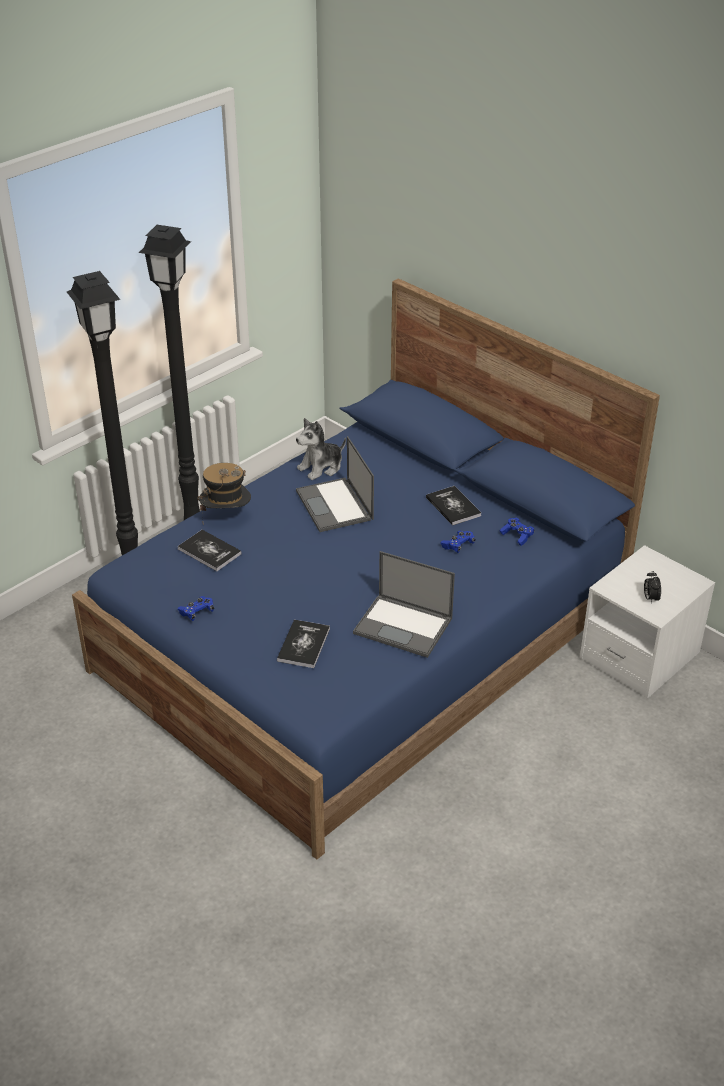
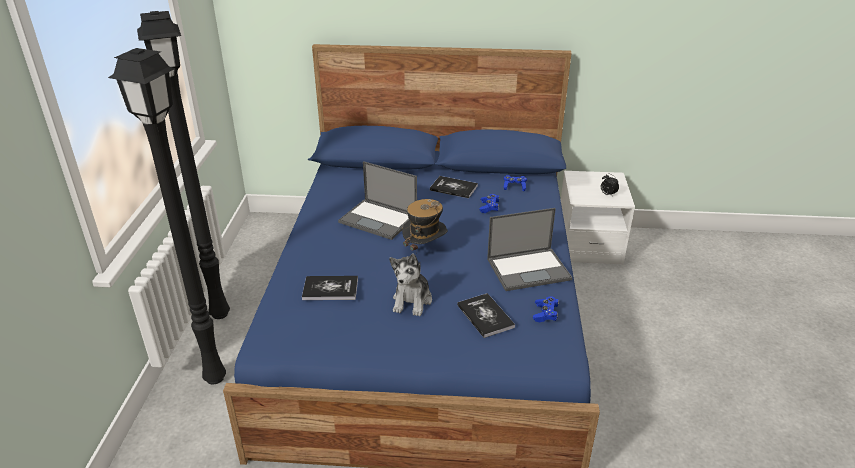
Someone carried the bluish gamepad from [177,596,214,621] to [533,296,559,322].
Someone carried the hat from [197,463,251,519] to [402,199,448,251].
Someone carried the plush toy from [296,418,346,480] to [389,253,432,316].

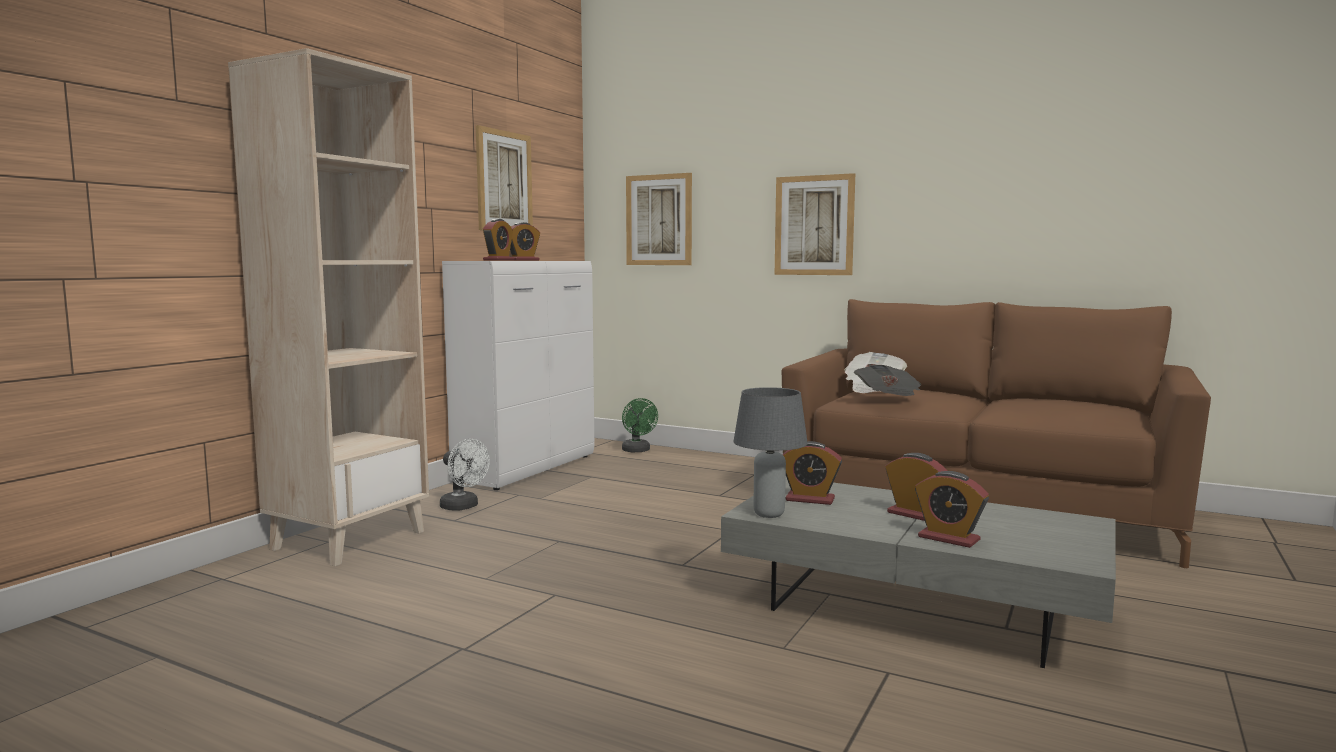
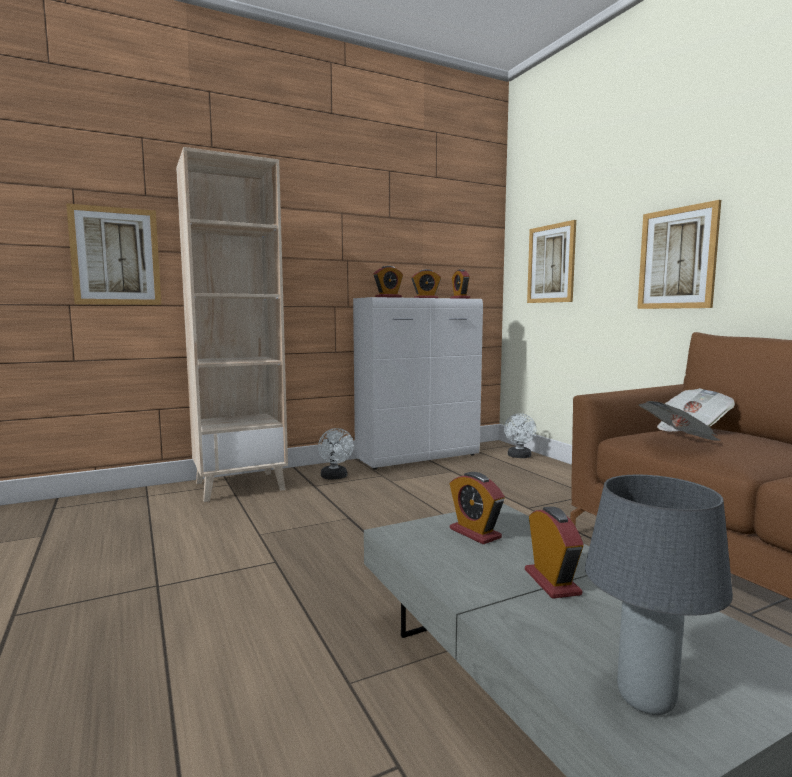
Someone carried the wall picture from [476,125,533,230] to [66,203,161,305].
Someone carried the gray tabletop lamp from [733,387,808,518] to [585,475,733,715].
Someone carried the table clock from [915,471,989,548] to [450,269,470,299].
Someone repainted the greenish fan at [622,398,658,452], which became the white-coloured fan at [504,413,536,458].

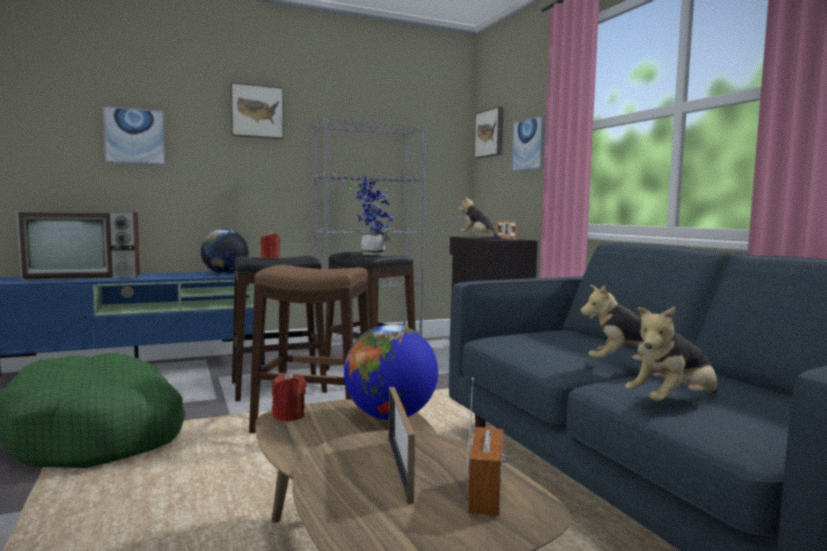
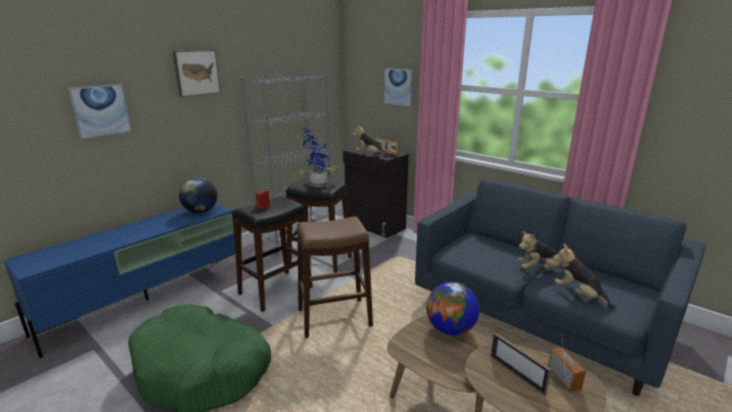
Someone took away the TV at [16,211,140,281].
Someone took away the red wax light at [272,371,306,421].
Someone took away the wall picture at [474,106,504,158].
Someone rotated the plush toy at [625,306,718,402] by 105 degrees clockwise.

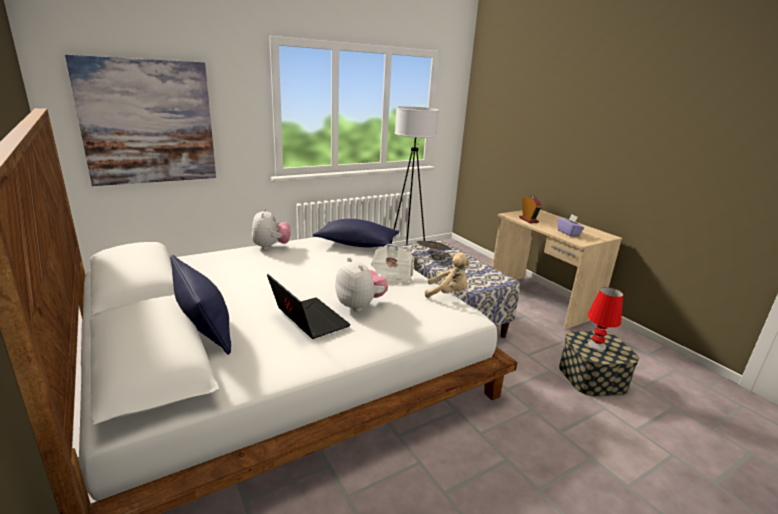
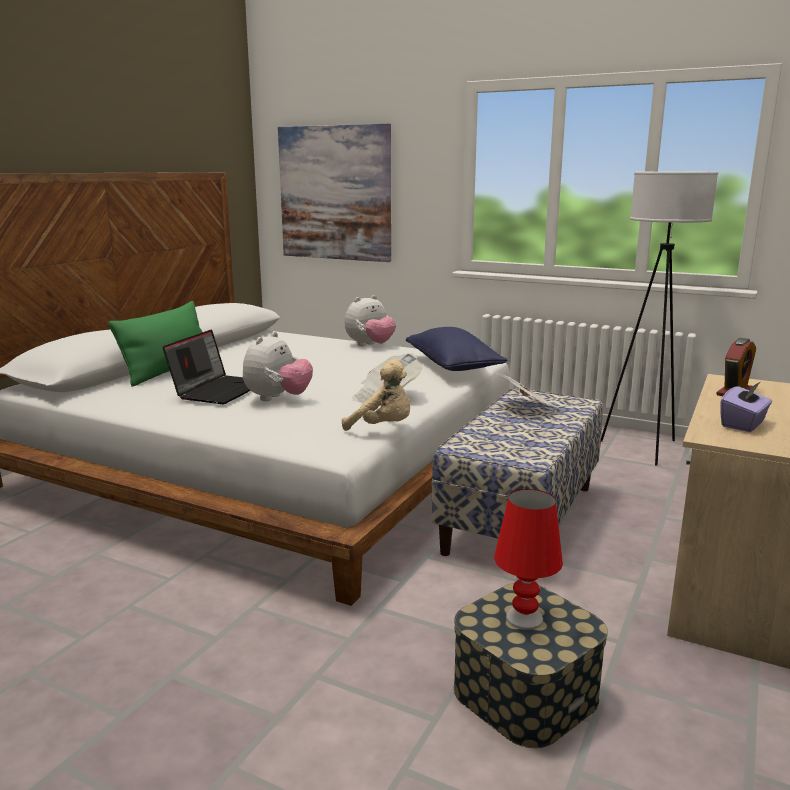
Someone repainted the bluish pillow at [170,255,231,354], which became the greenish pillow at [108,301,202,387].
Someone rotated the beige plush toy at [425,253,470,298] by 45 degrees counterclockwise.

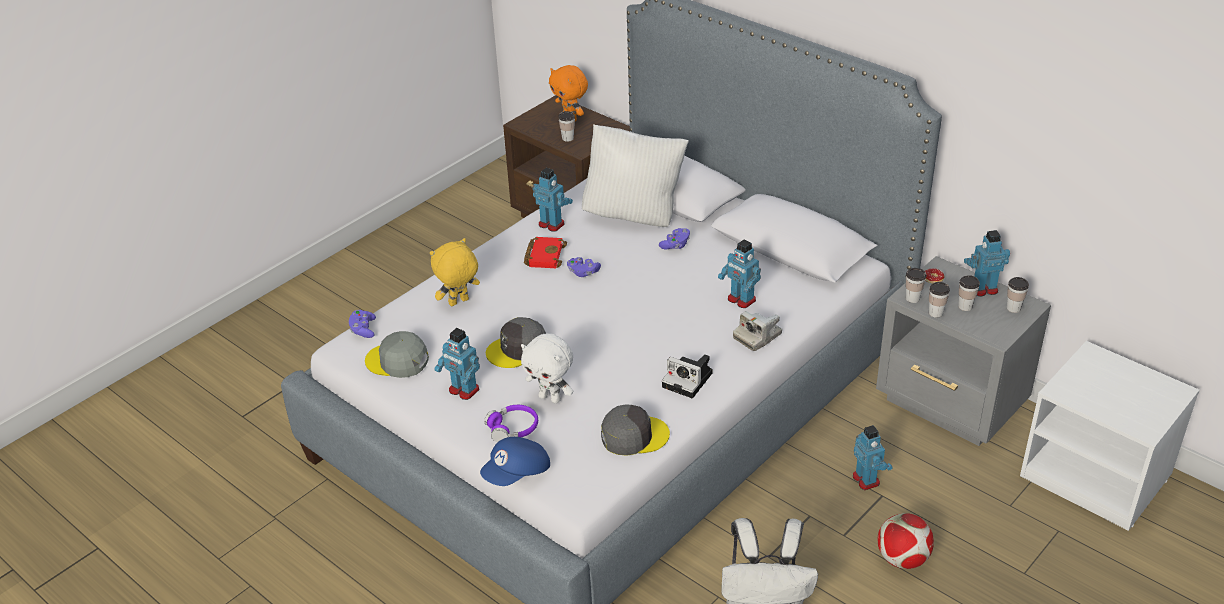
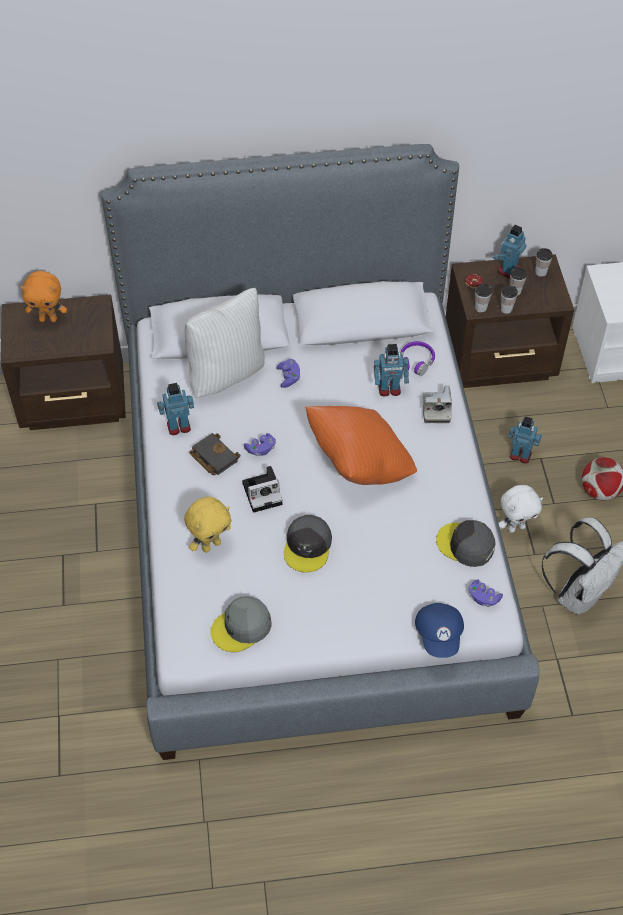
Someone took away the robot figure at [434,328,480,400].
Someone took away the drinking cup at [558,111,575,142].
Someone put down the orange pillow at [305,406,417,485].
Someone carried the purple gamepad from [349,310,376,338] to [468,579,503,607].
Someone carried the purple pair of headphones from [484,405,538,442] to [401,341,435,376].
Someone carried the white-coloured plush toy from [521,333,573,404] to [499,485,543,533].
Someone carried the still camera from [662,355,713,398] to [242,466,282,513].
Someone repainted the red volume at [524,237,567,268], which became the black-coloured volume at [189,433,241,475].
Someone repainted the gray nightstand at [876,256,1051,446], which became the brownish nightstand at [446,254,574,388].
Someone rotated the yellowish plush toy at [430,238,480,306] by 135 degrees counterclockwise.
Someone rotated the gray peaked cap at [601,405,670,456] by 90 degrees counterclockwise.

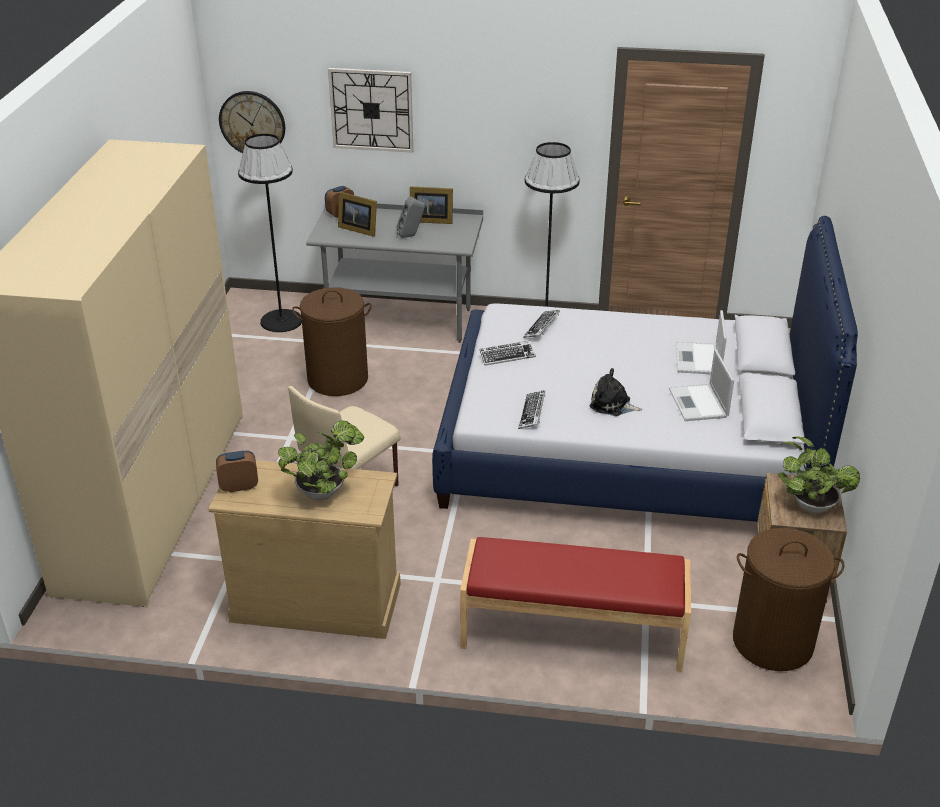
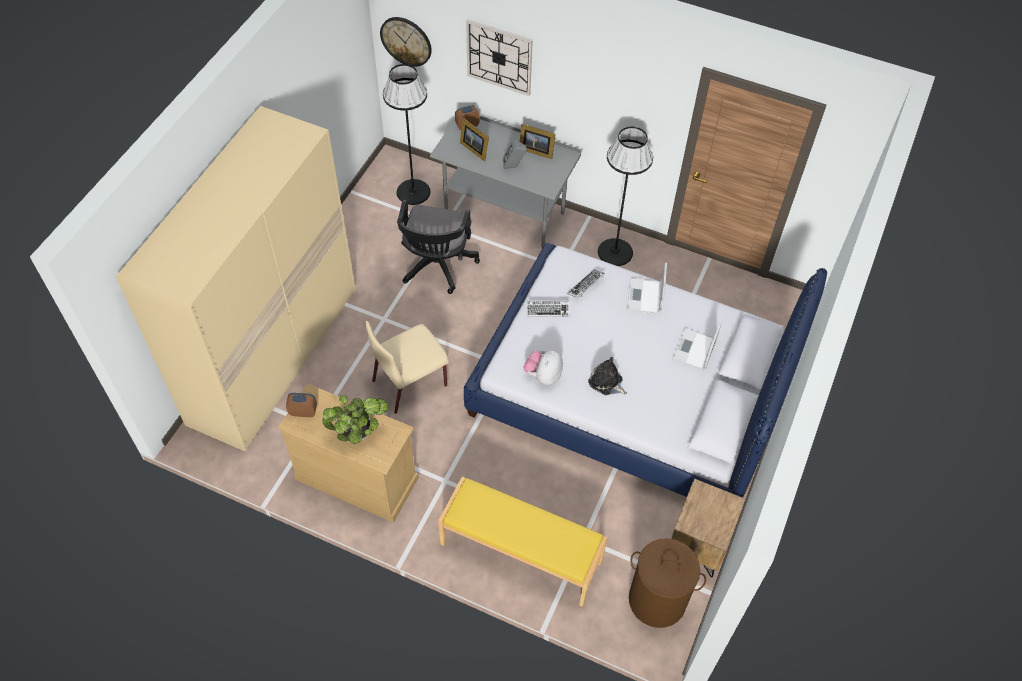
Someone took away the plant in a pot at [778,437,860,514].
Someone carried the notebook computer from [669,349,734,421] to [627,262,667,315].
Someone swapped the brownish laundry basket at [292,287,372,396] for the black-coloured desk chair at [397,199,480,294].
Someone swapped the keyboard at [518,390,545,429] for the plush toy at [523,350,563,385].
Someone repainted the red long seat at [460,537,691,672], which became the yellowish long seat at [438,477,607,607].

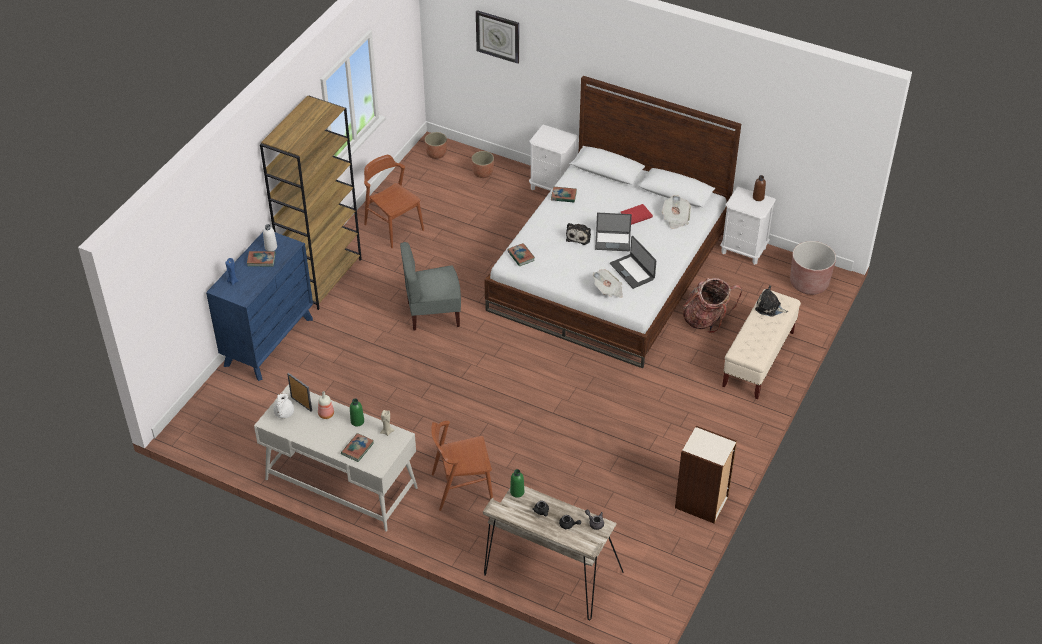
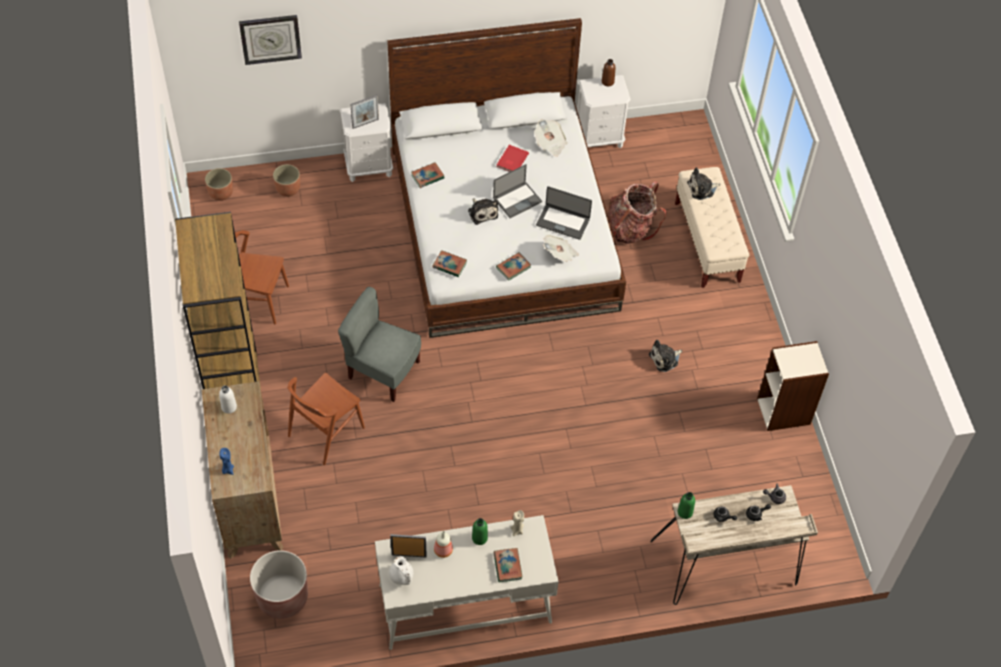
Someone put down the photo frame at [350,95,379,129].
Someone put down the plush toy at [649,340,682,372].
Someone carried the volume from [247,251,275,267] to [496,252,531,281].
Someone carried the brownish plain chair from [431,421,493,511] to [287,373,365,465].
Someone carried the brownish plant pot from [790,241,836,295] to [250,550,308,619].
Someone repainted the bluish drawer chest at [206,232,313,381], which became the brownish drawer chest at [202,381,283,559].
Someone rotated the gray plain chair at [400,242,461,331] by 75 degrees clockwise.

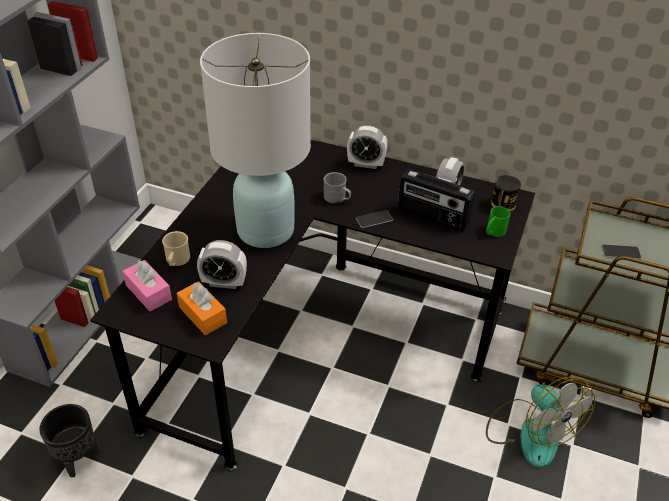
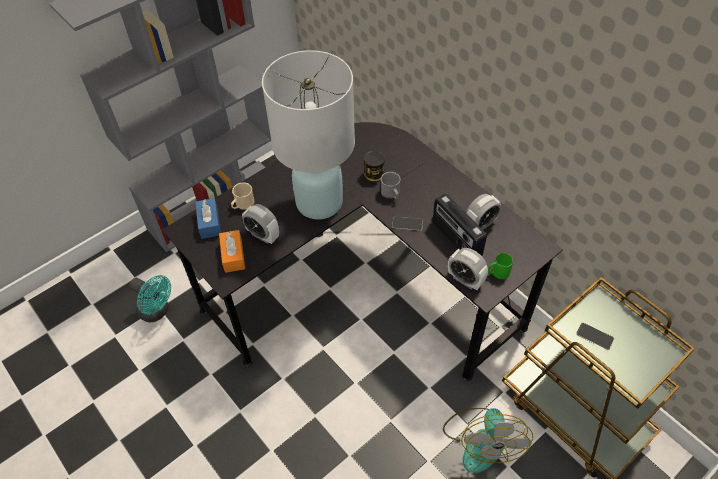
Someone carried the table clock from [347,125,388,169] to [448,248,488,290].
Someone carried the can from [491,175,521,212] to [364,151,385,182].
Someone swapped the black-coloured plant pot at [39,404,99,477] for the turquoise fan at [129,275,171,322].
Someone repainted the pink tissue box at [122,260,172,311], which became the bluish tissue box at [195,198,221,239].

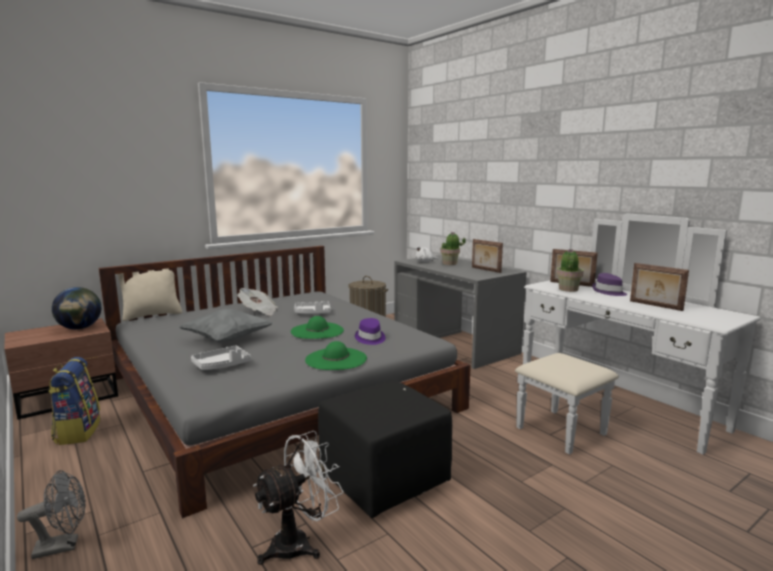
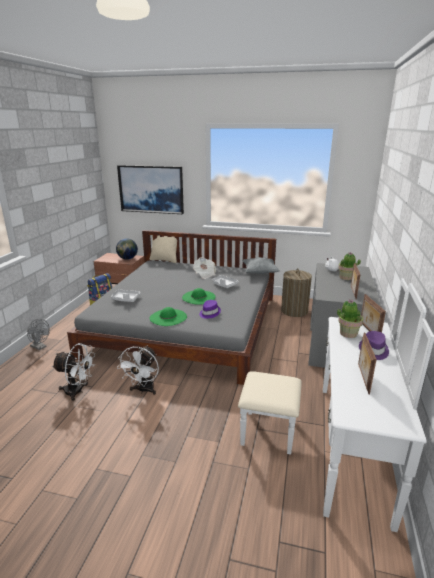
Someone put up the wall picture at [117,165,184,214].
Someone carried the gray pillow from [179,309,273,342] to [242,257,280,274].
Someone swapped the black-coloured ottoman at [318,380,452,518] for the white-coloured fan at [117,345,159,395].

